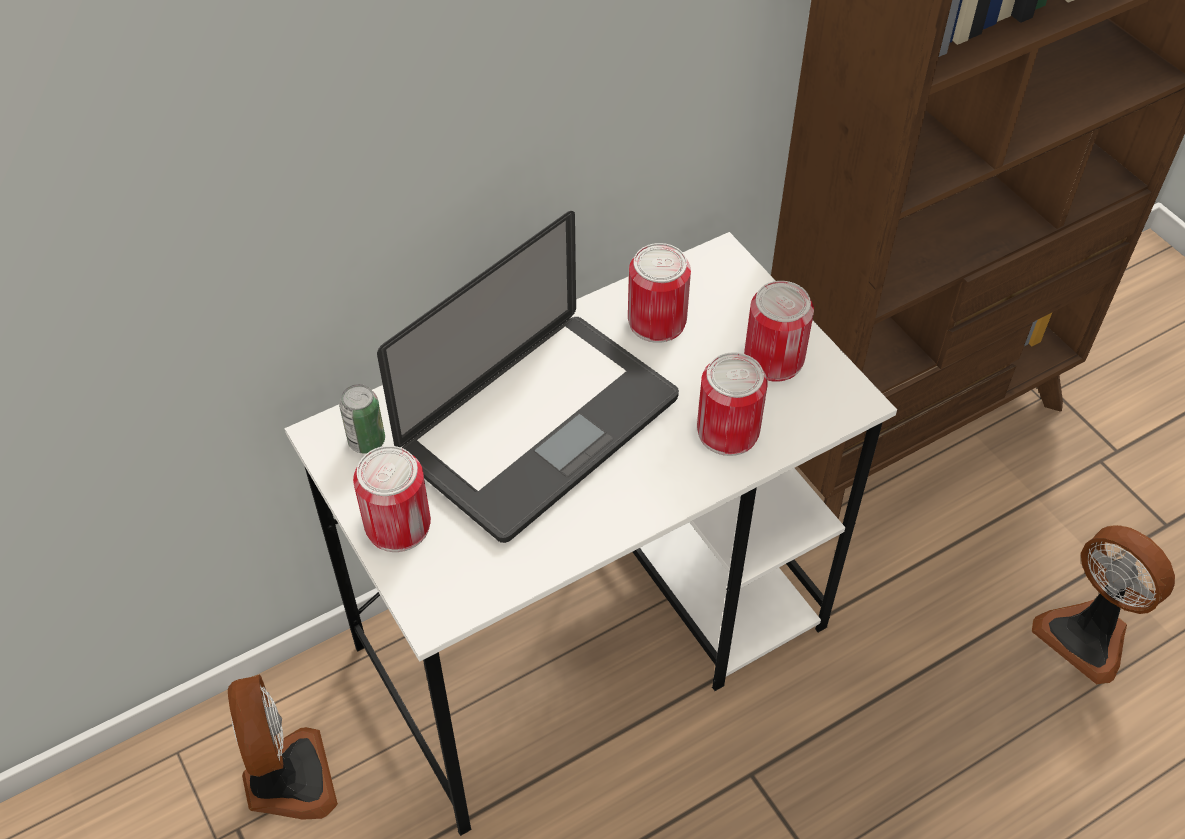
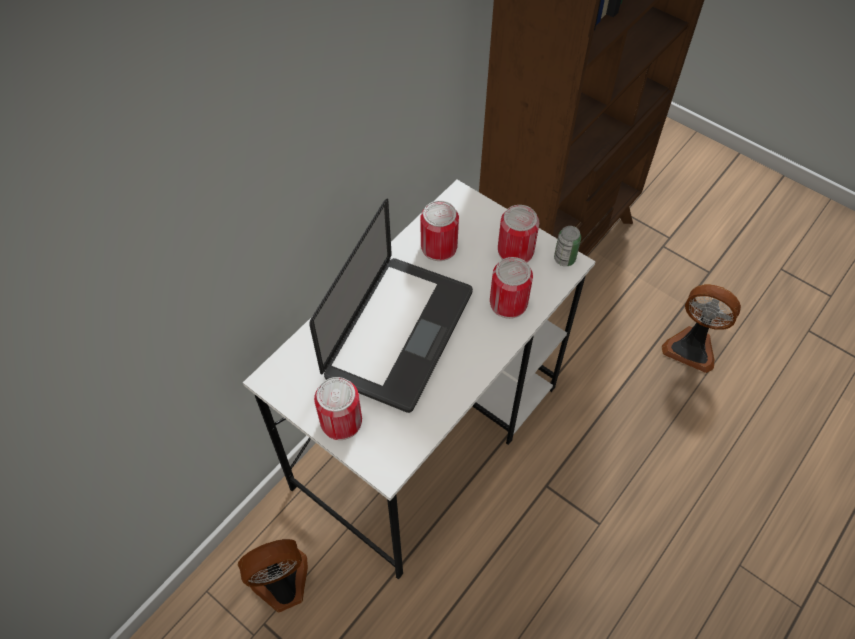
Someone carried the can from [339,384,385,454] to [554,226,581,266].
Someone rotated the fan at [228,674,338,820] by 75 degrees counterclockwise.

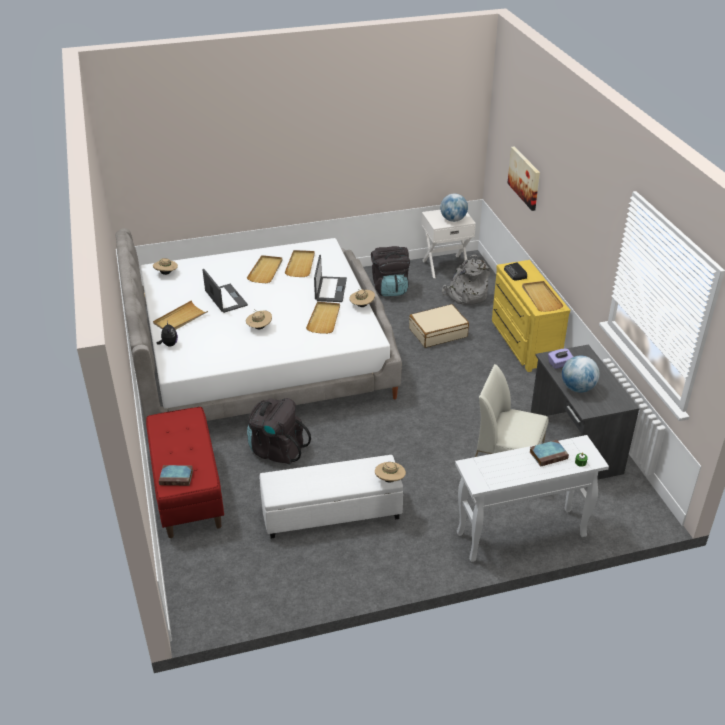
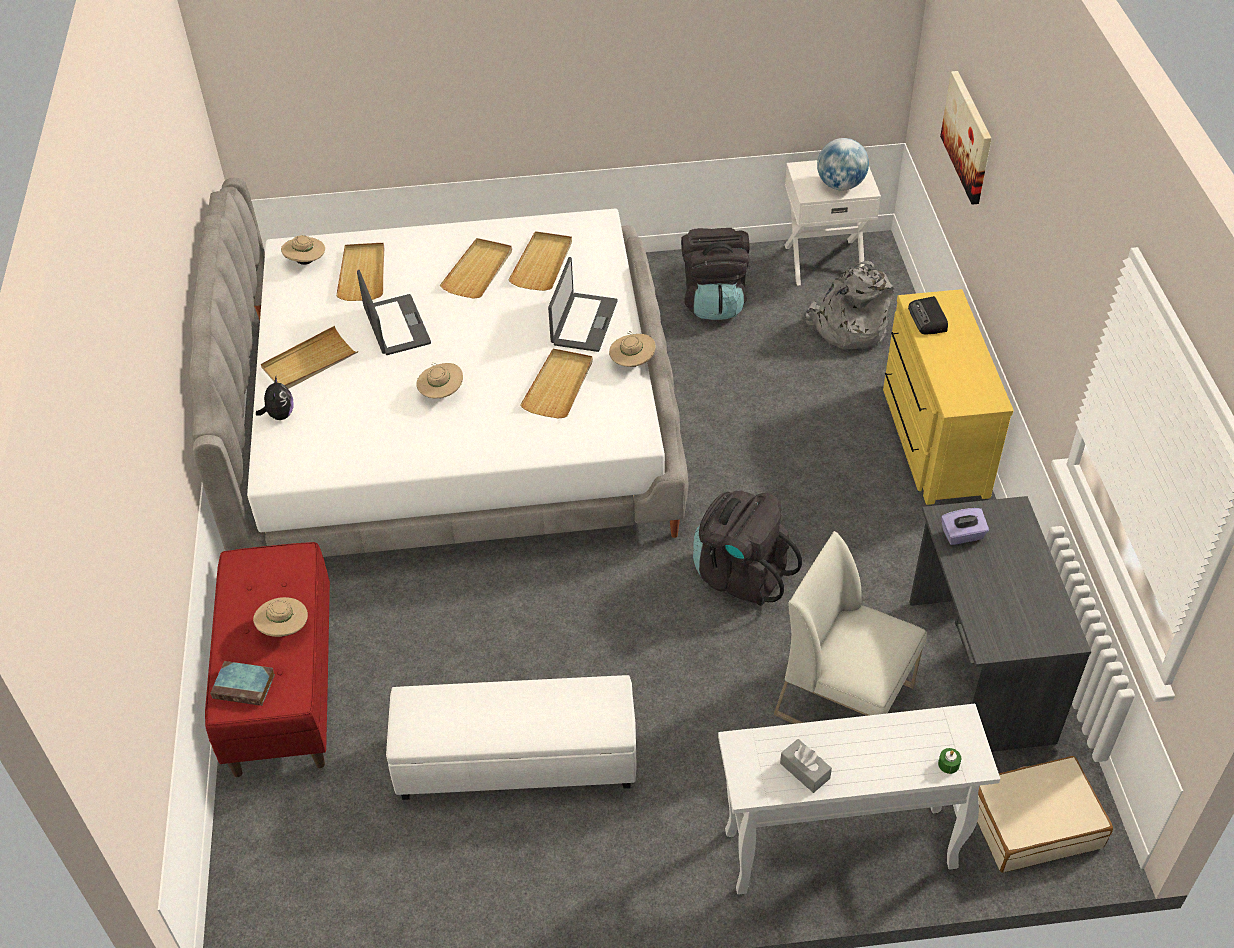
Someone took away the volume at [530,440,569,467].
Someone took away the world globe at [562,356,600,393].
Someone put down the gray tissue box at [780,739,832,793].
Someone carried the black-coloured rucksack from [247,398,311,465] to [693,490,802,606].
Someone carried the beige hat from [375,462,406,483] to [253,597,308,637].
Someone carried the beige suitcase from [409,304,469,348] to [977,756,1113,873].
Someone carried the beige tray from [522,281,564,312] to [336,243,384,301].

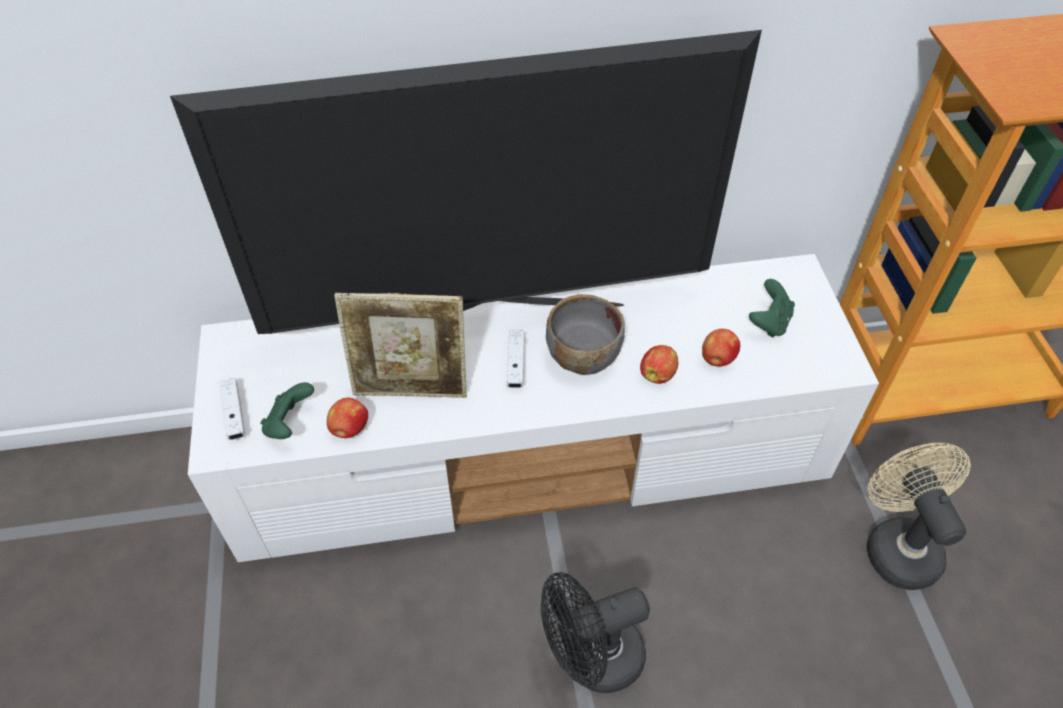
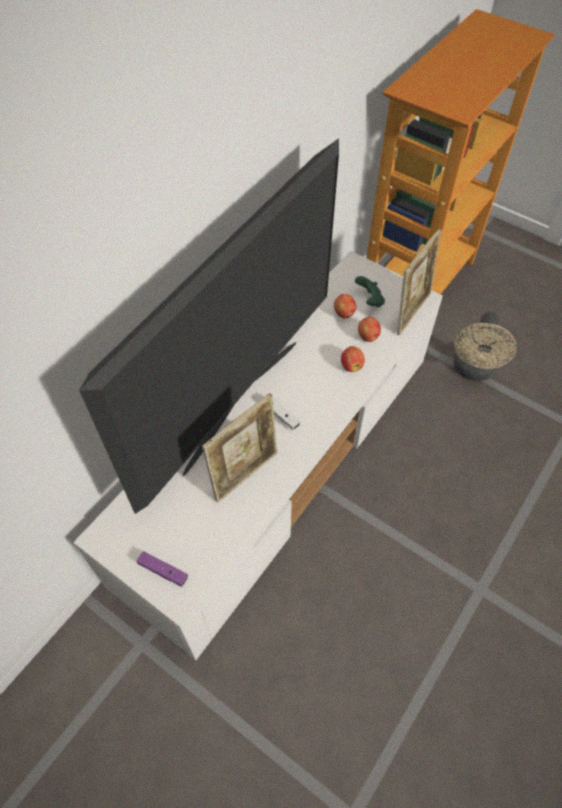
Someone took away the greenish gamepad at [260,382,314,439].
Someone took away the black-coloured fan at [541,572,650,693].
Someone took away the gray serving bowl at [546,294,625,375].
Someone put down the photo frame at [397,229,441,335].
Someone carried the whole apple from [327,398,368,438] to [334,294,356,318].
Someone repainted the white-coloured gamepad at [219,378,245,440], which became the purple gamepad at [137,551,188,587].
Someone rotated the beige fan at [867,443,971,590] by 105 degrees counterclockwise.

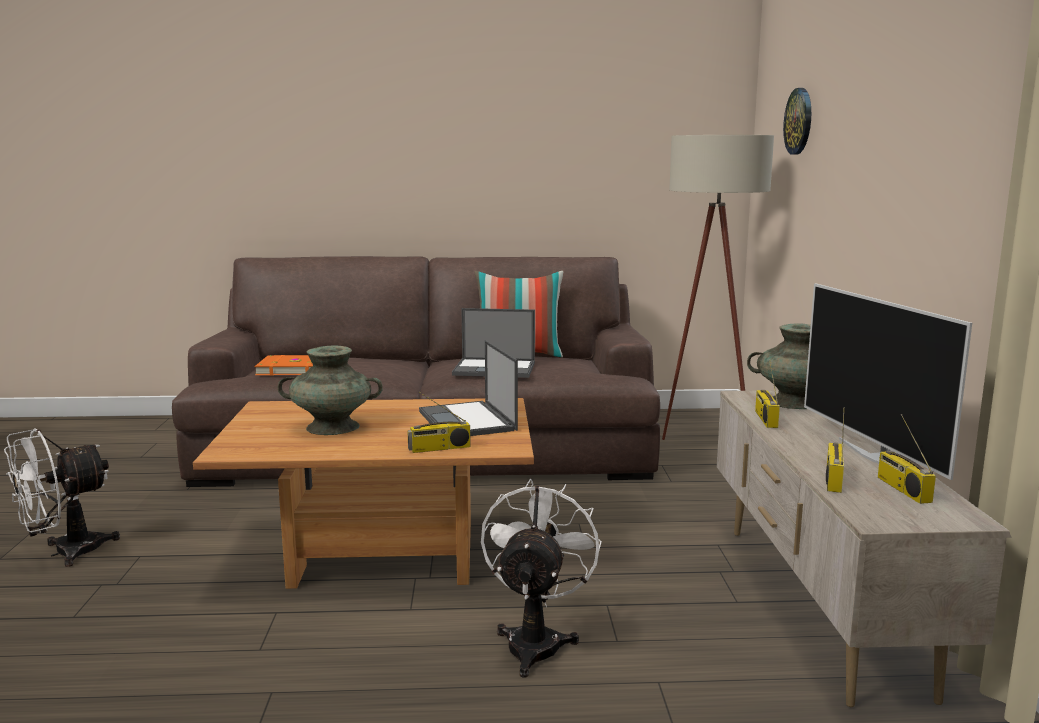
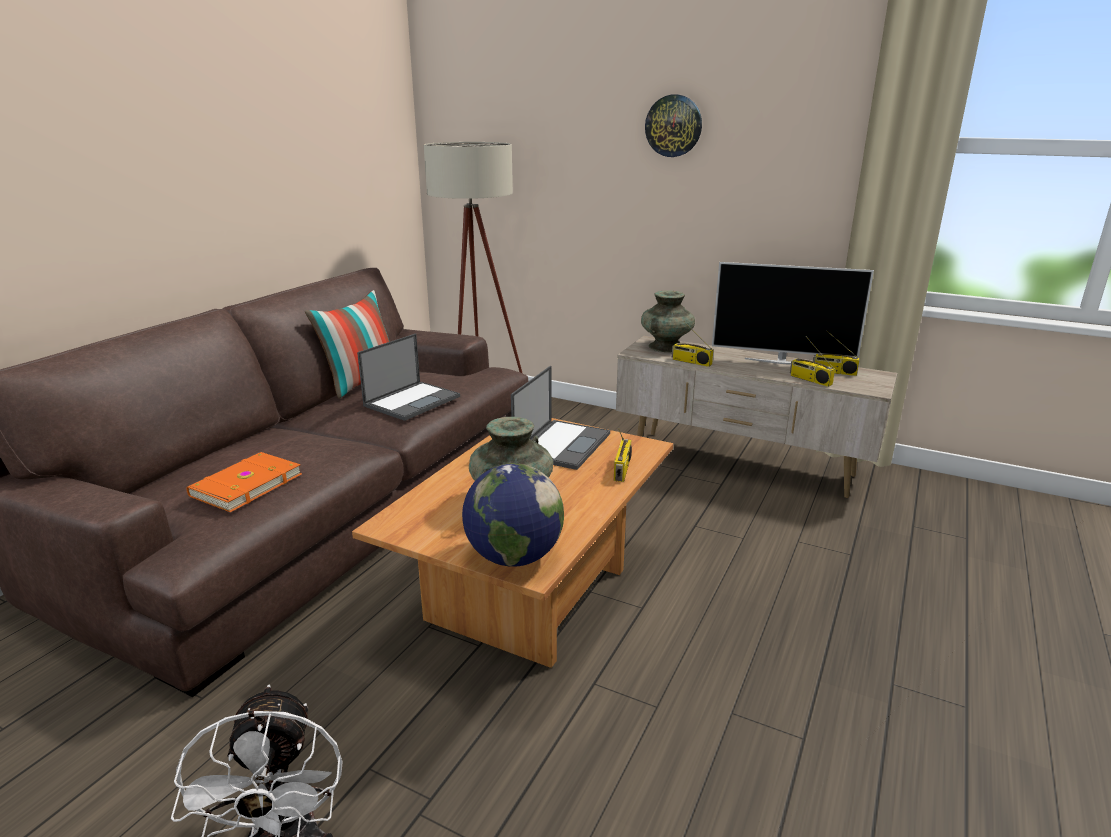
Someone took away the white-coloured fan at [481,479,602,677].
Someone put down the world globe at [462,463,564,567].
Someone carried the hanging clock from [783,88,811,155] to [645,95,702,157].
Someone rotated the notebook computer at [419,340,518,436] by 75 degrees counterclockwise.

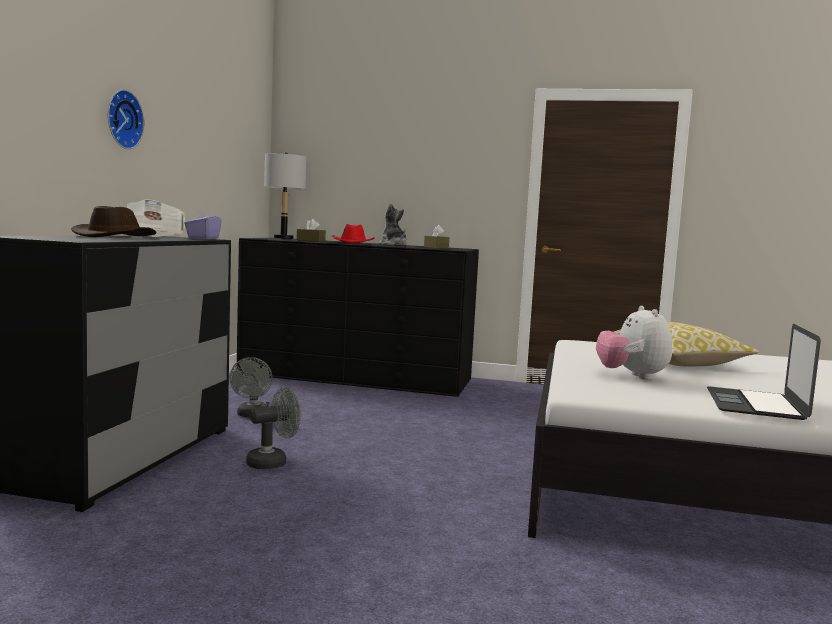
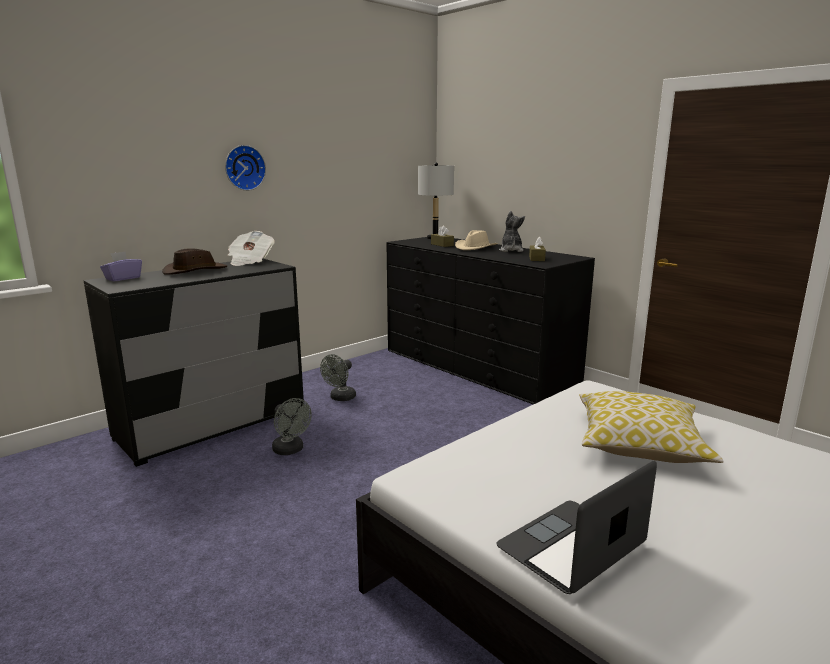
Someone took away the plush toy at [596,306,672,380].
Someone carried the purple tissue box from [184,208,222,239] to [100,252,142,281].
Someone repainted the red hat at [332,224,375,243], which became the beige hat at [455,230,498,250].
Someone rotated the gray fan at [246,387,301,469] by 45 degrees clockwise.

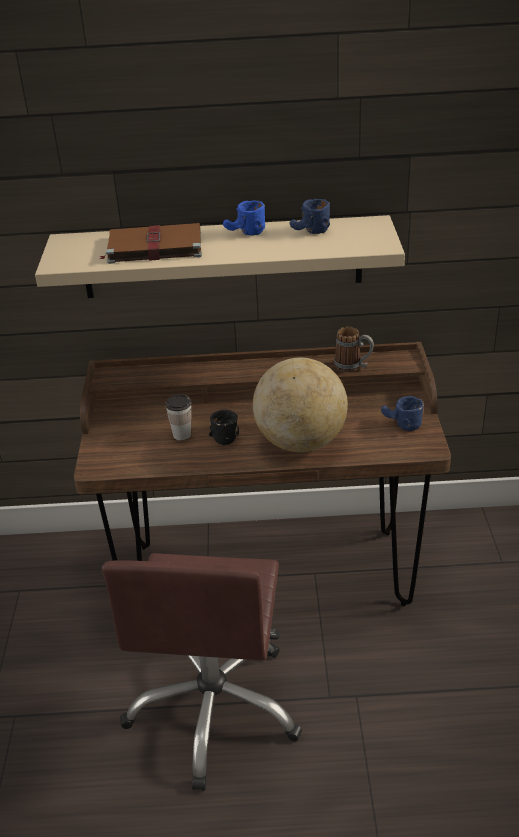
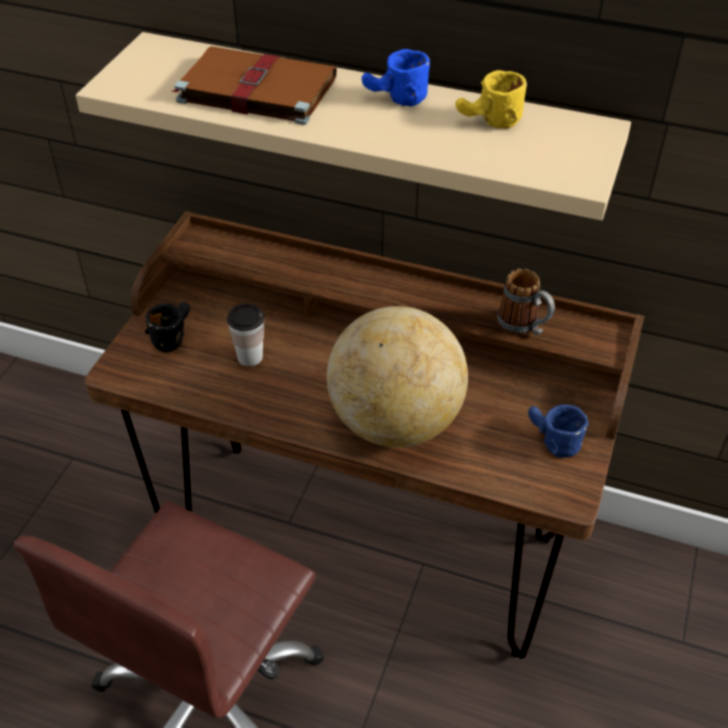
Someone carried the black-coloured mug from [209,410,239,445] to [145,302,190,353].
Someone repainted the bluish mug at [290,199,330,234], which became the yellowish mug at [456,70,527,129].

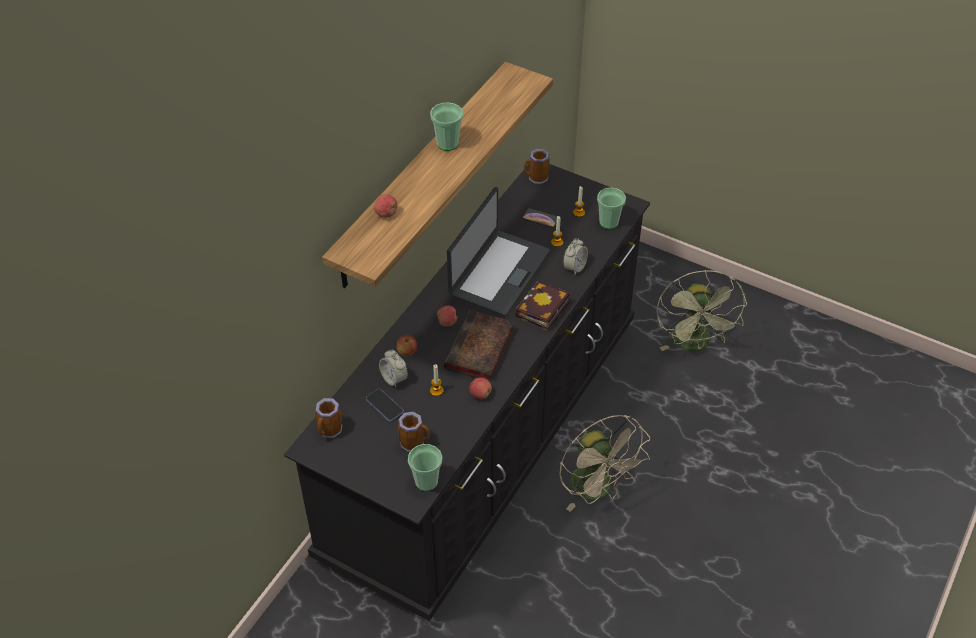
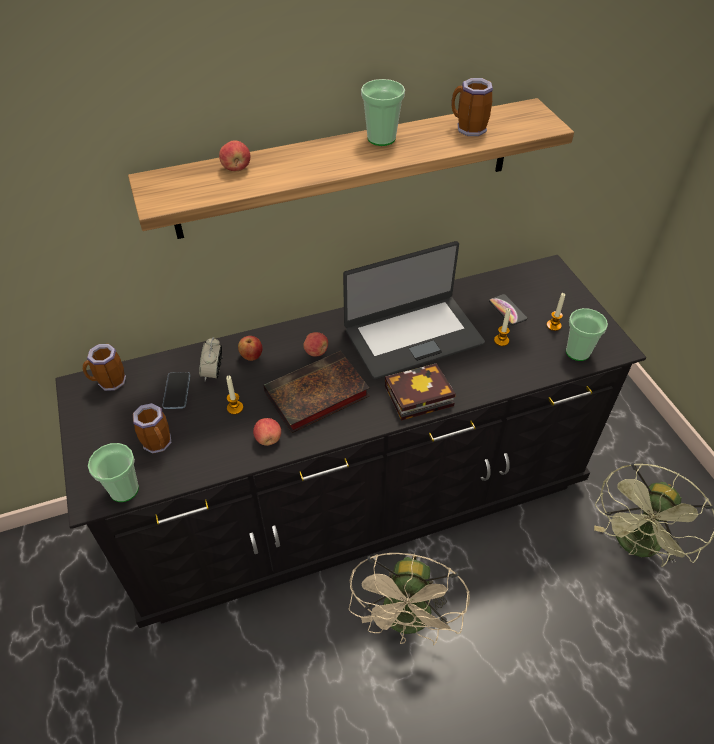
Someone took away the table clock at [563,238,588,274].
Someone carried the mug from [524,149,550,184] to [452,78,493,136].

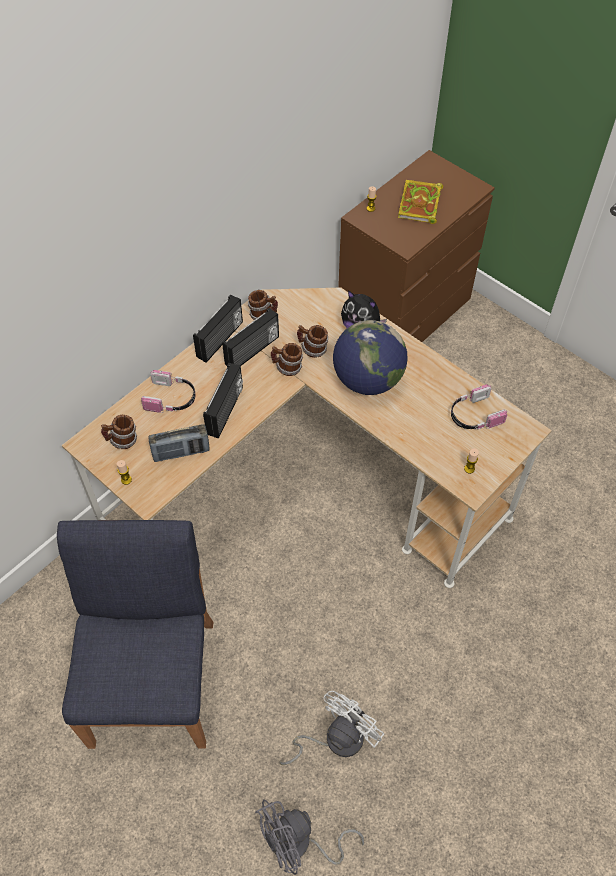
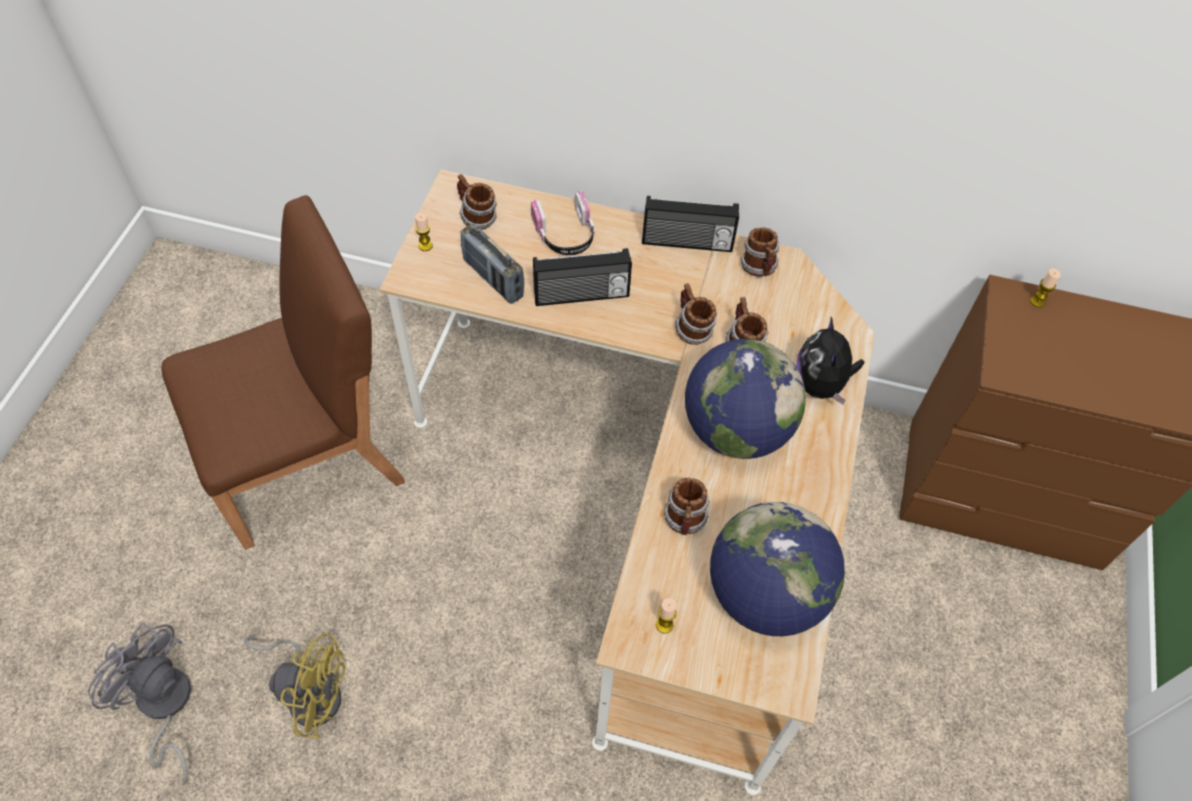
Someone took away the radio receiver at [222,308,279,366].
Someone took away the volume at [398,180,443,224].
Someone put down the mug at [664,478,710,535].
Someone swapped the pair of headphones at [451,384,507,430] for the world globe at [710,502,845,636].
Someone repainted the bluish plain chair at [57,520,213,749], which became the brownish plain chair at [162,195,405,550].
Someone repainted the white-coloured fan at [279,691,384,765], which became the yellowish fan at [244,633,346,739].

